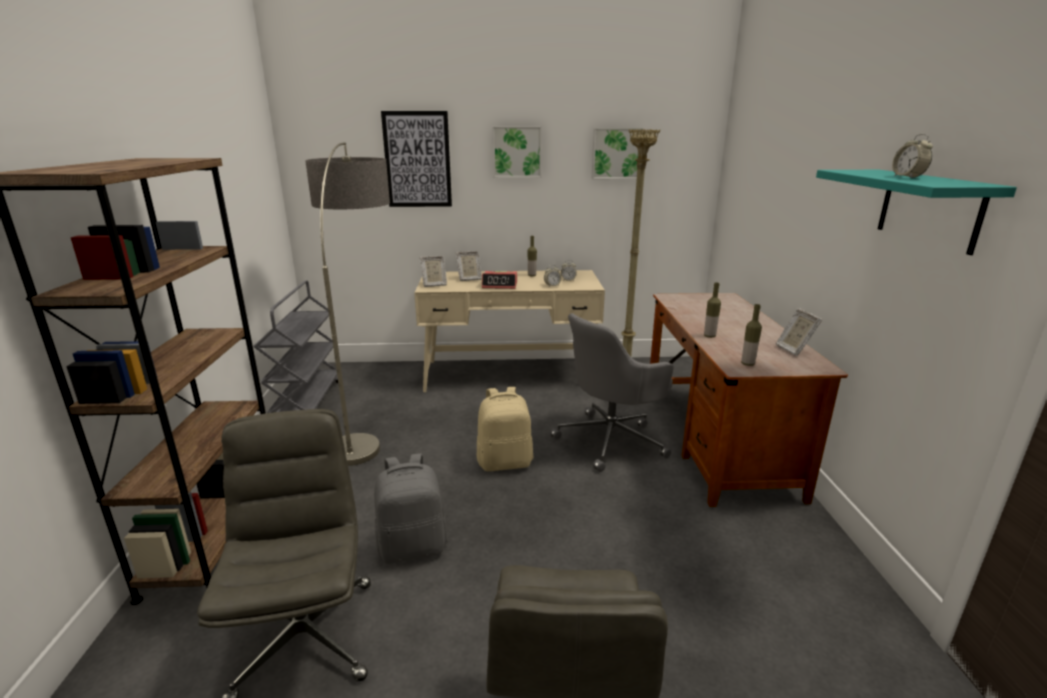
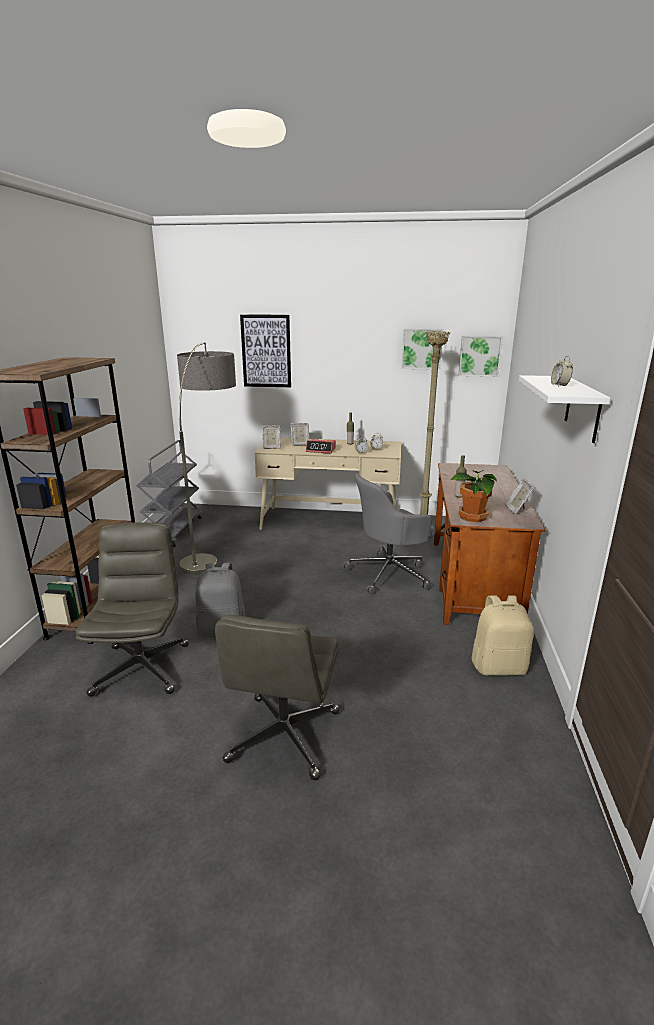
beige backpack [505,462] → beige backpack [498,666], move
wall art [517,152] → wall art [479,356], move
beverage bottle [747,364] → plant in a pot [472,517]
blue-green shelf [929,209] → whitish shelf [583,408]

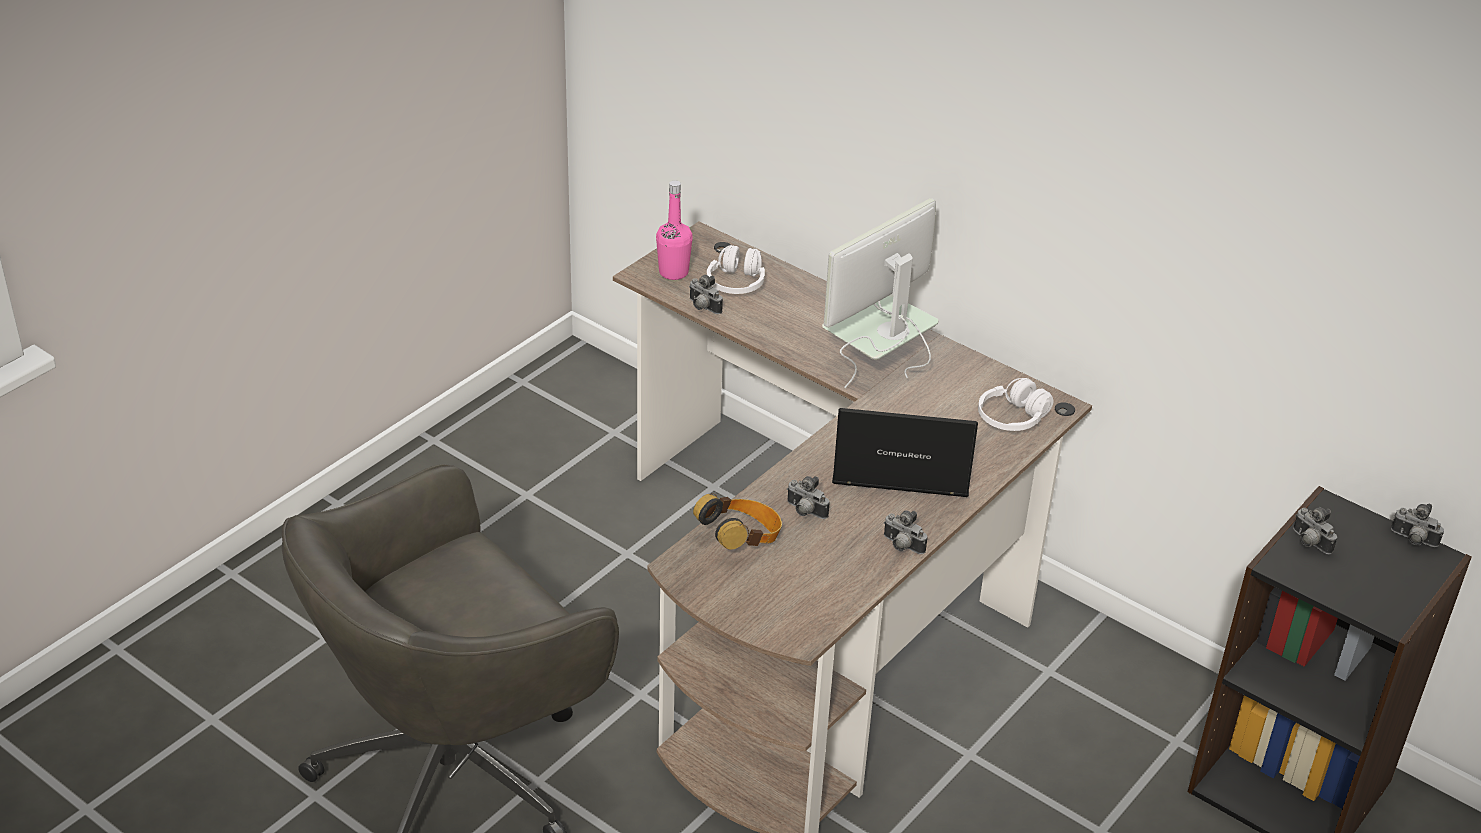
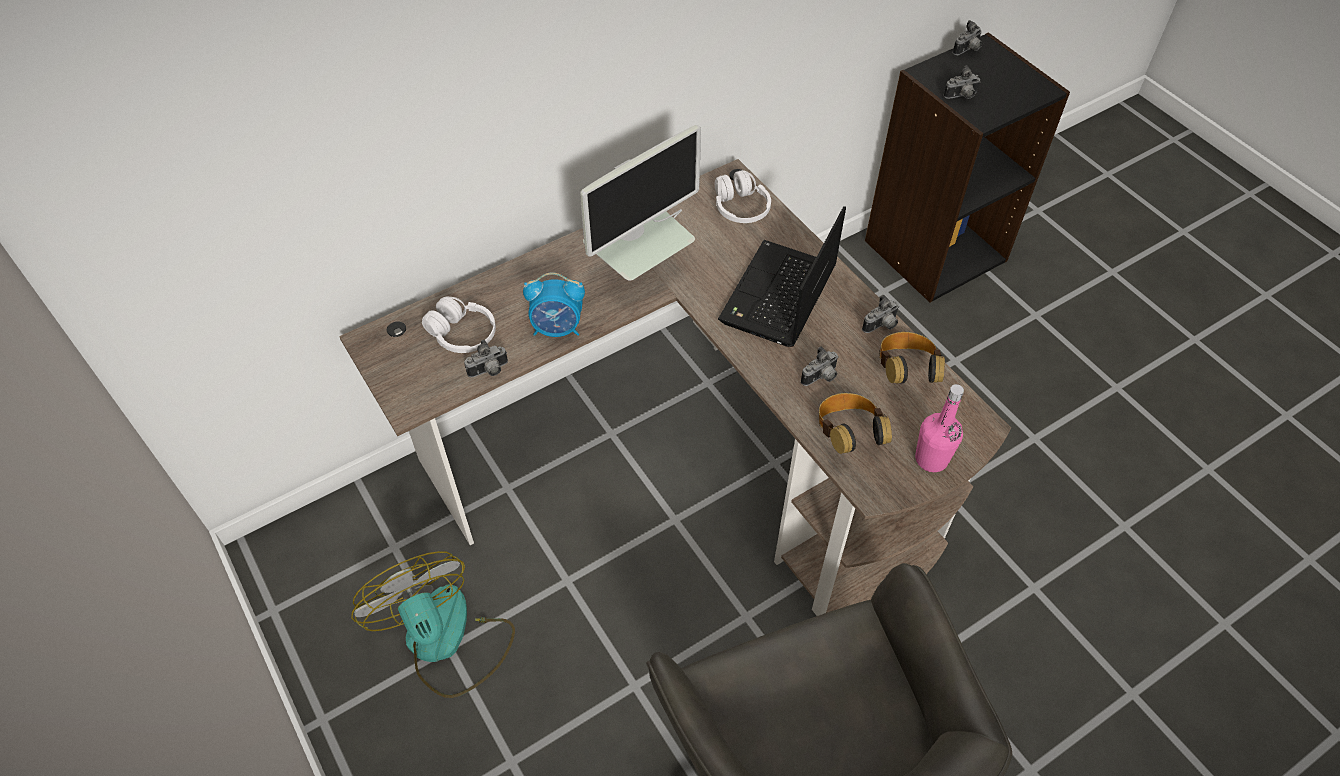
pinkish beverage bottle [673,272] → pinkish beverage bottle [931,459], move
monitor [877,368] → monitor [639,271], 105 degrees counterclockwise
- → fan [446,641]
- → bedside clock [558,328]
- → pair of headphones [906,371]

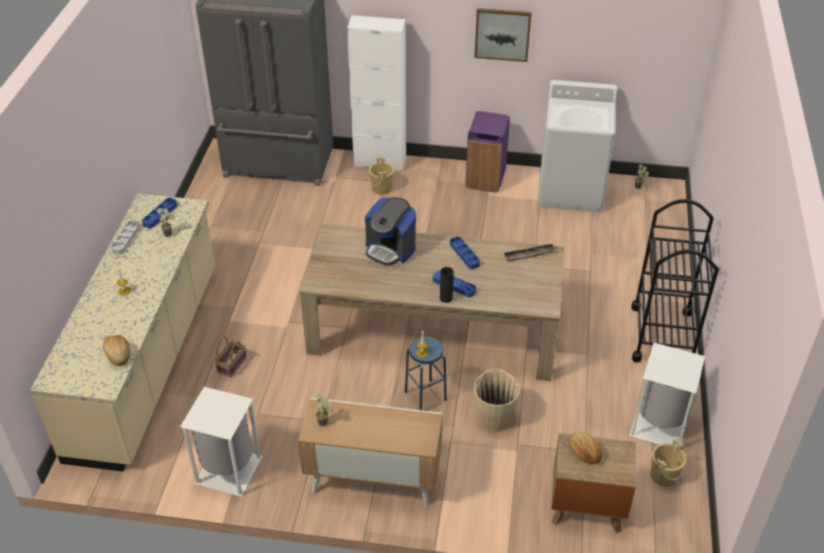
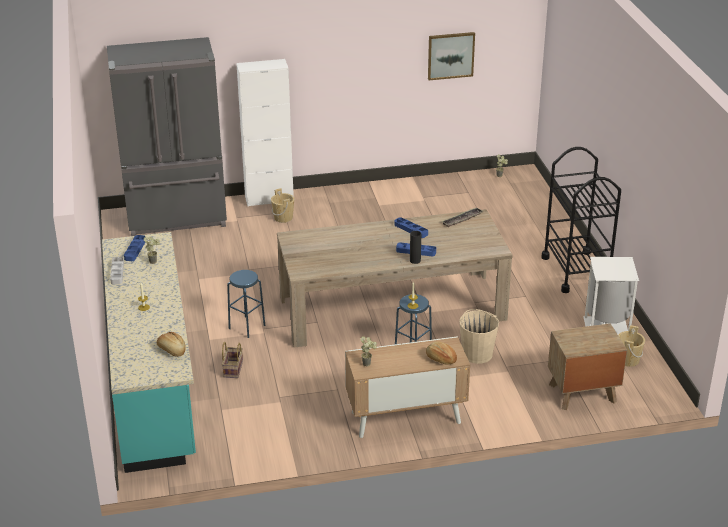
beige kitchen base unit [147,360] → blue-green kitchen base unit [153,383]
whitish trash can [227,470] → -
coffee maker [390,249] → -
purple-coloured trash can [486,179] → -
wall art [502,34] → wall art [450,55], move
whitish washing machine [571,190] → -
baked bread [584,452] → baked bread [440,359], move
- → bluish stool seat [247,327]

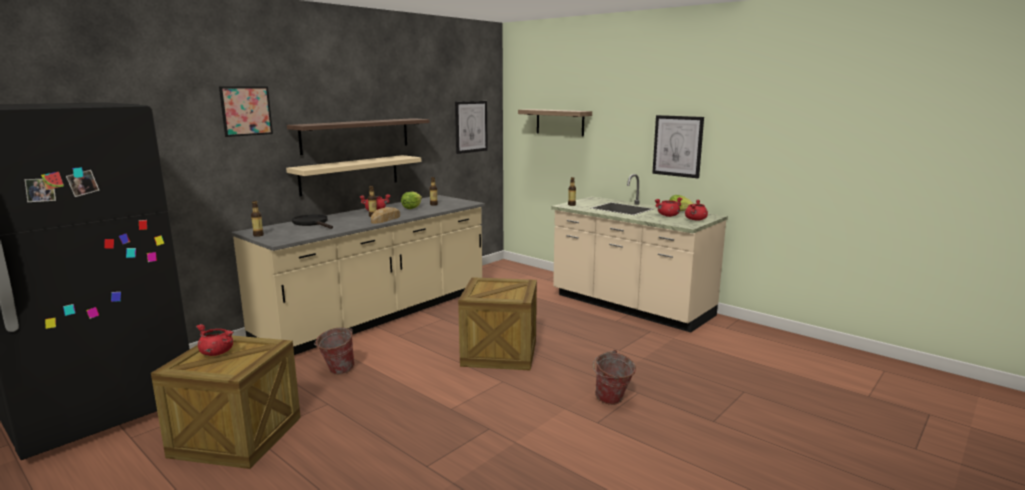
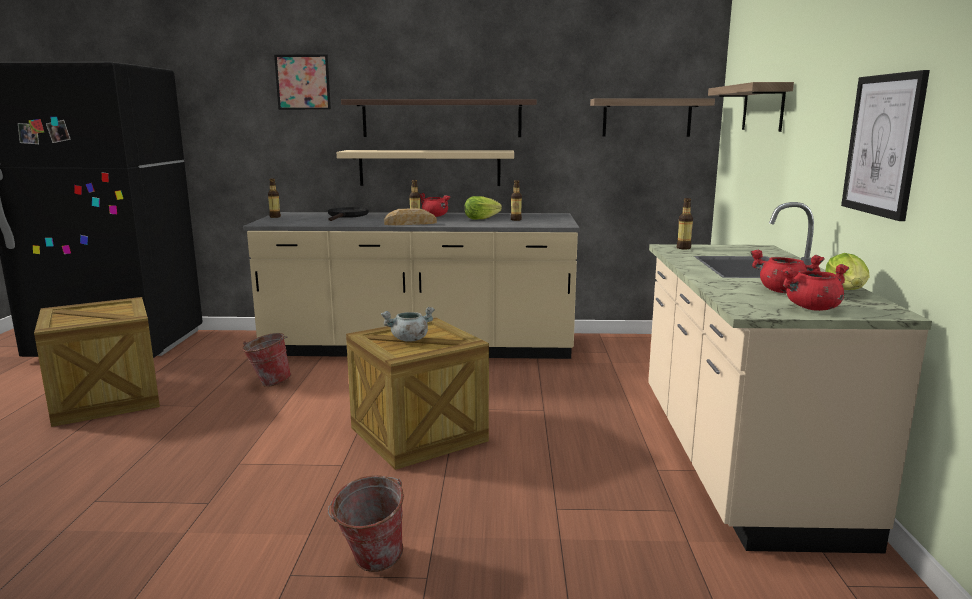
red saucepot [216,353] → -
wall art [471,126] → shelf [646,118]
- → gray saucepot [409,339]

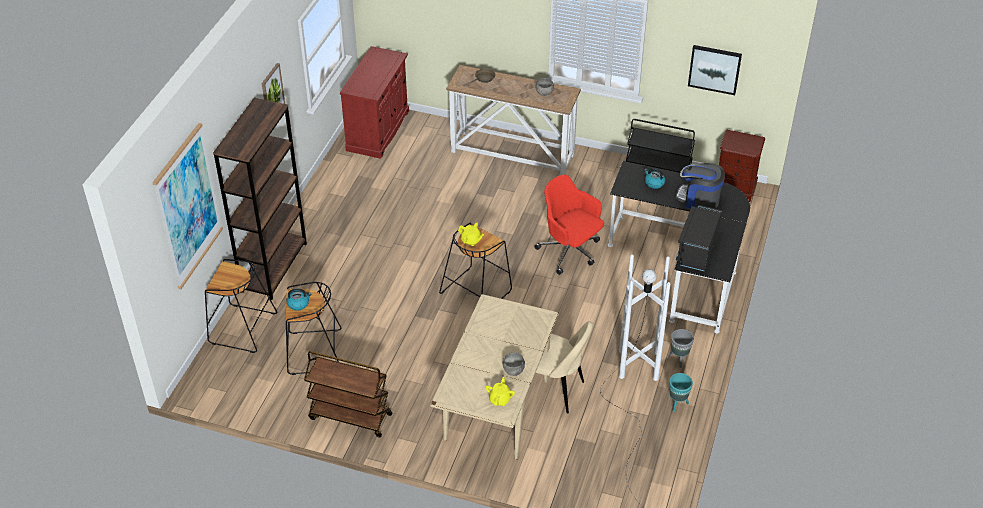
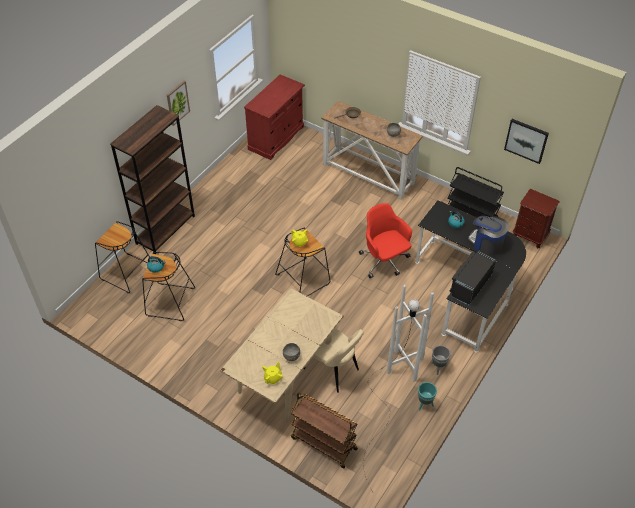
wall art [188,206] → -
brown-coloured cart [349,416] → brown-coloured cart [323,443], move

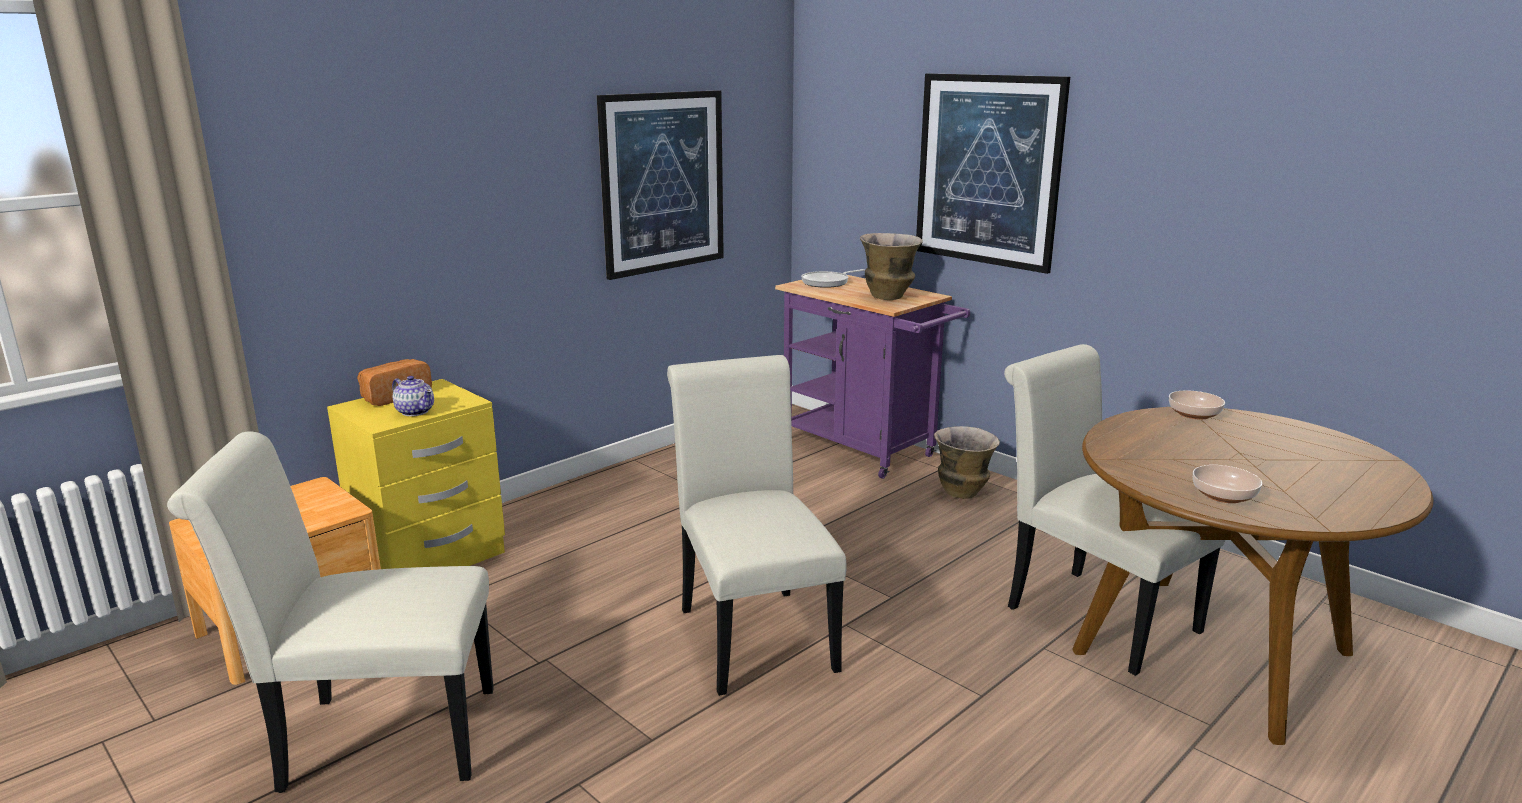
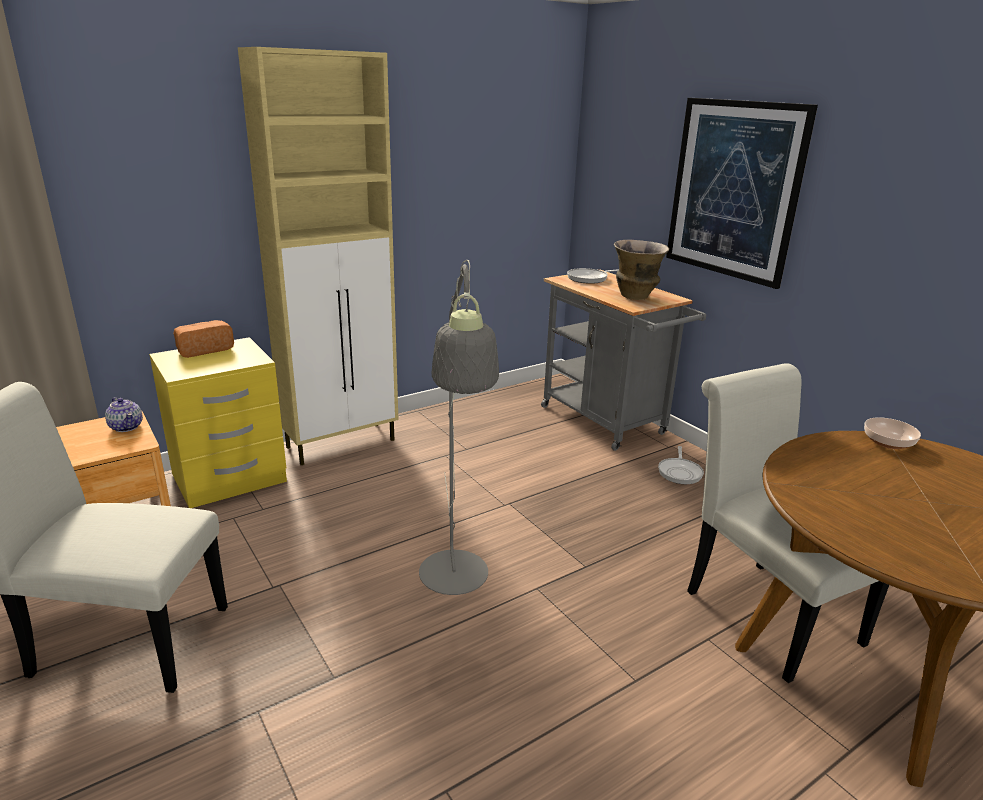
teapot [415,411] → teapot [126,427], move
wall art [663,182] → -
whitish chair [752,632] → gray standing lamp [455,584]
purple-coloured cart [865,451] → gray cart [608,423]
decorative vase [962,493] → pan [680,472]
serving bowl [1225,495] → -
- → beige cupboard [342,443]

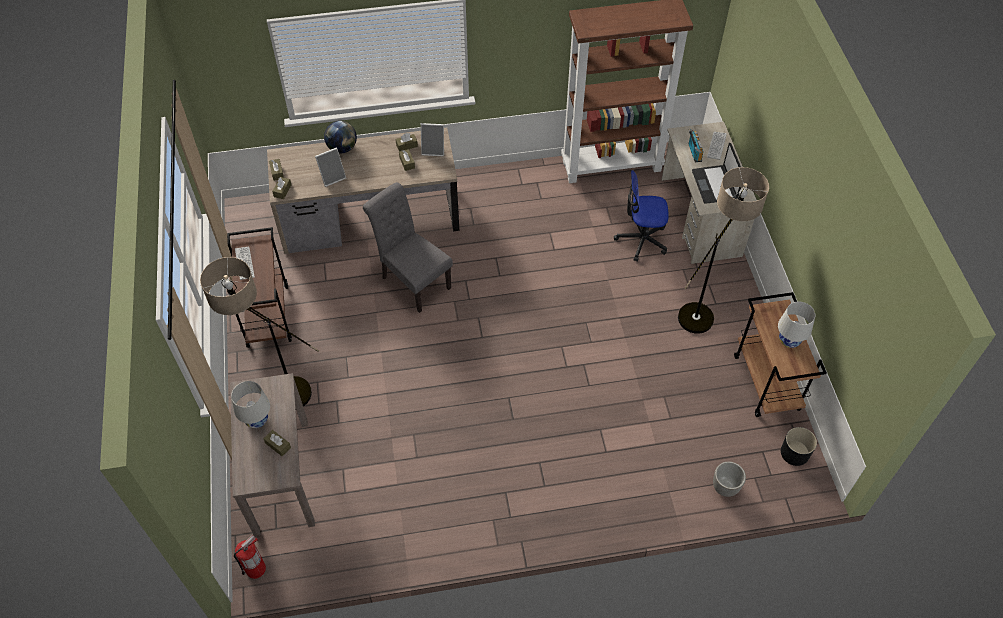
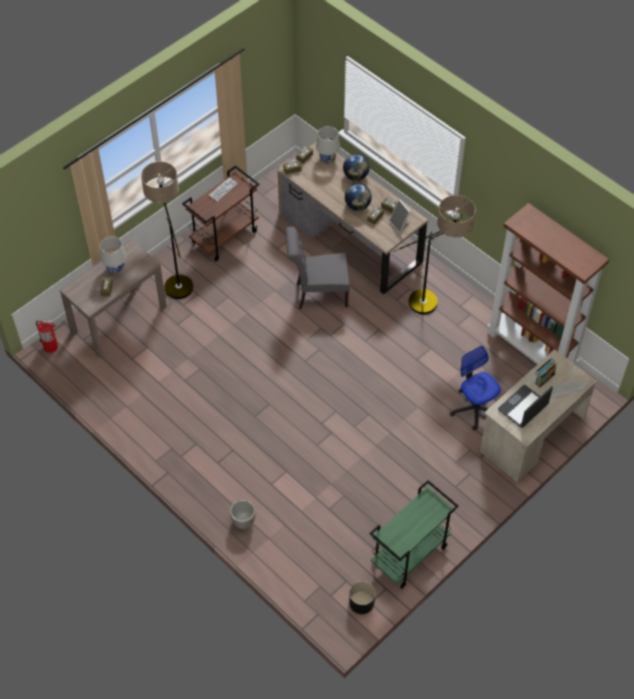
picture frame [332,177] → -
gray chair [412,281] → gray chair [318,294], 105 degrees counterclockwise
standing lamp [704,310] → standing lamp [434,303], move
planter [725,487] → planter [243,521], move
brown-coloured cart [767,383] → green-coloured cart [409,556]
whitish tabletop lamp [789,340] → whitish tabletop lamp [328,158], move
- → globe [357,206]

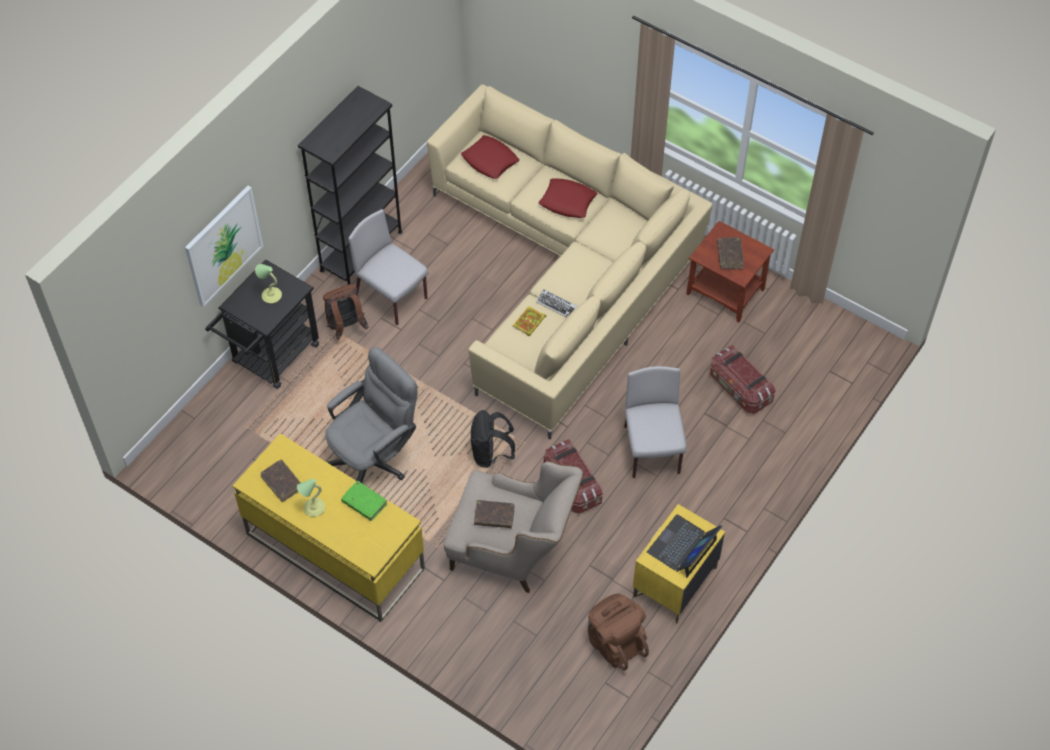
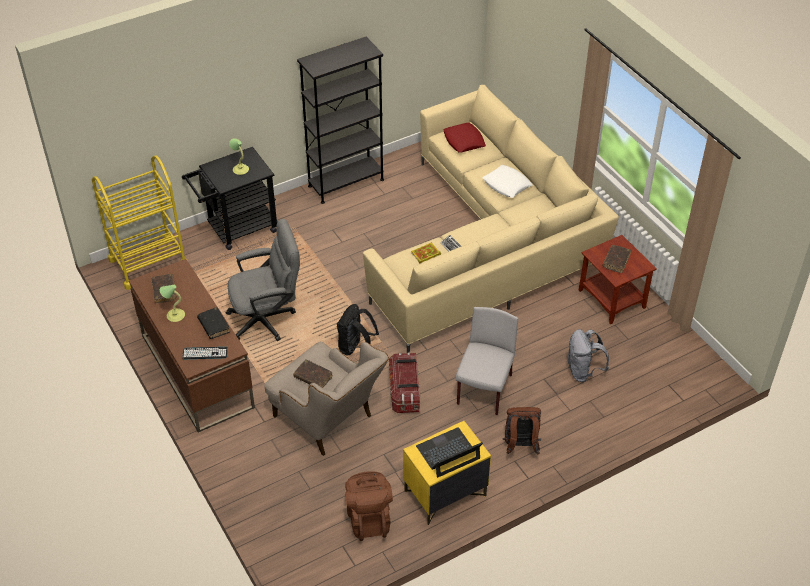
wall art [223,245] → -
yellow desk unit [334,551] → brown-coloured desk unit [197,371]
brown-coloured backpack [346,327] → brown-coloured backpack [520,446], move
green-coloured book [364,503] → black-coloured book [214,326]
gray chair [392,297] → -
red throw pillow [567,201] → whitish throw pillow [507,185]
storage bin [739,389] → gray backpack [583,371]
- → yellow cart [148,262]
- → PC keyboard [205,353]

